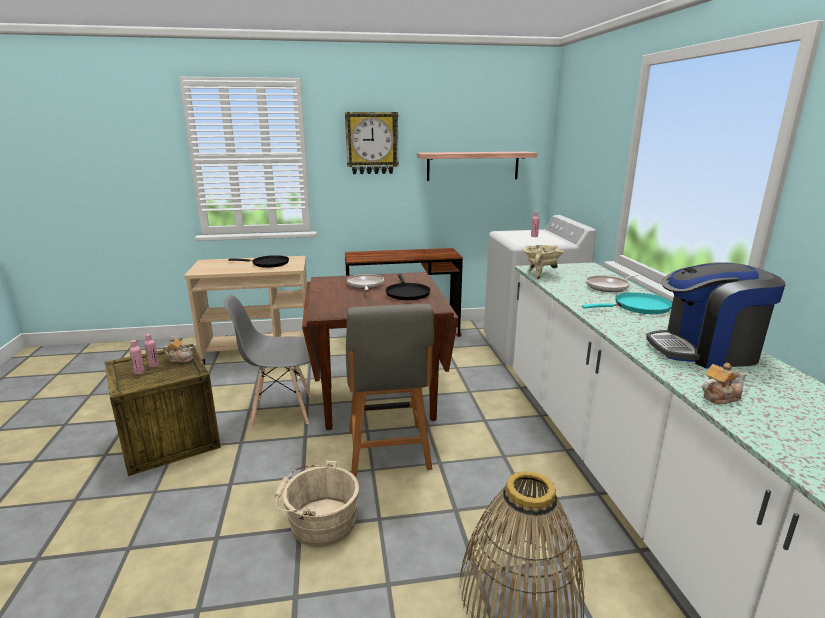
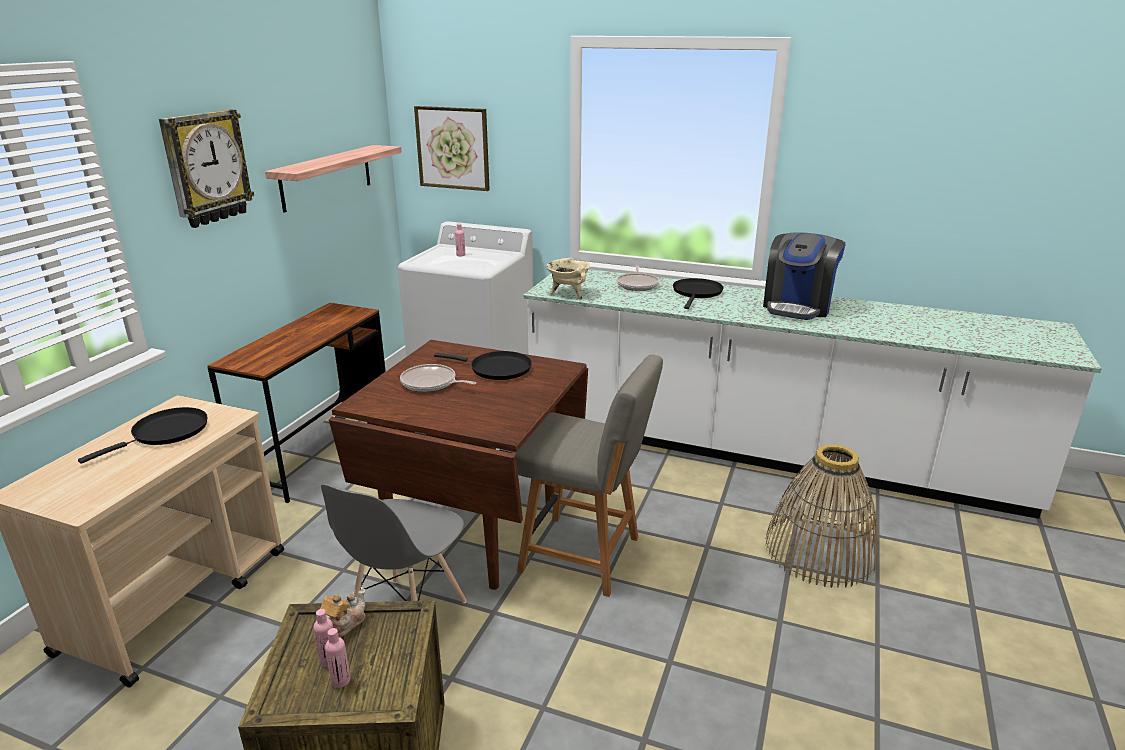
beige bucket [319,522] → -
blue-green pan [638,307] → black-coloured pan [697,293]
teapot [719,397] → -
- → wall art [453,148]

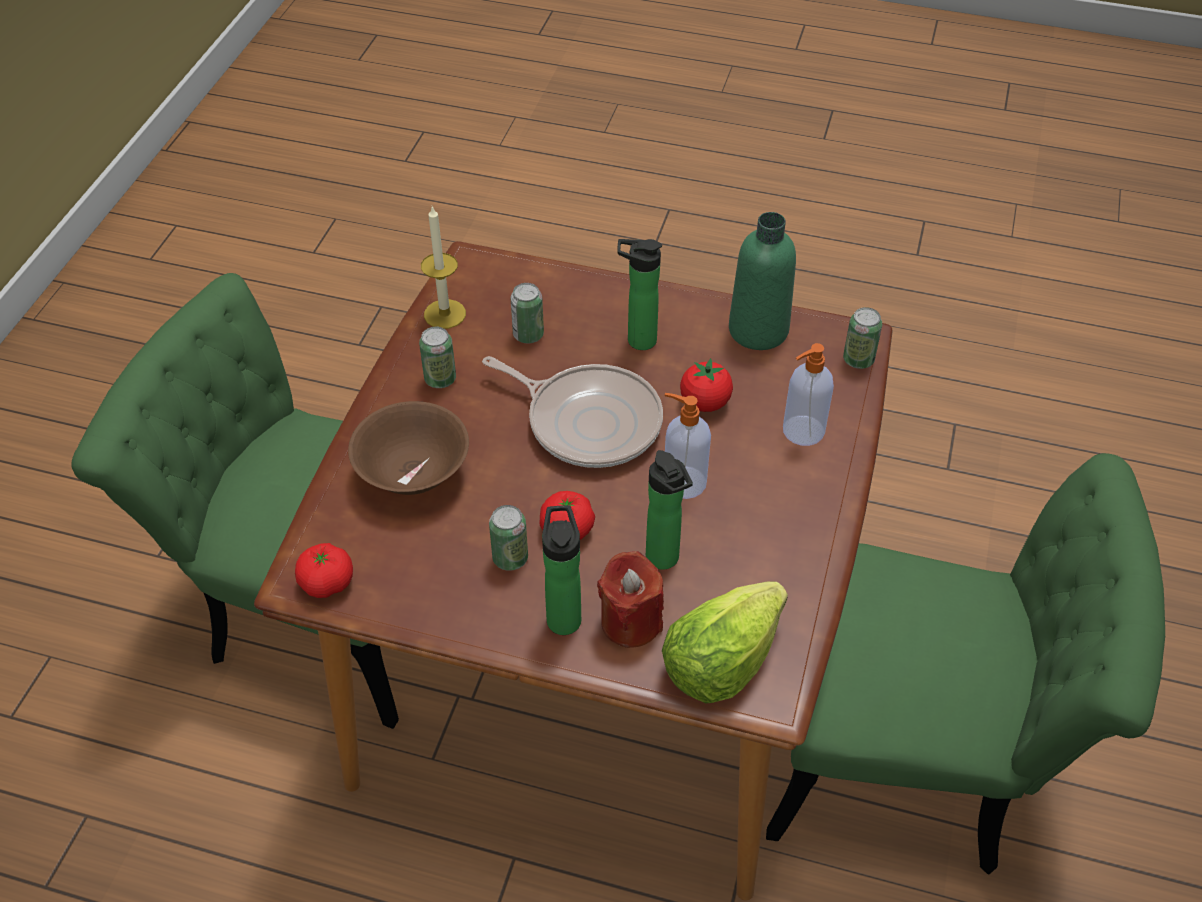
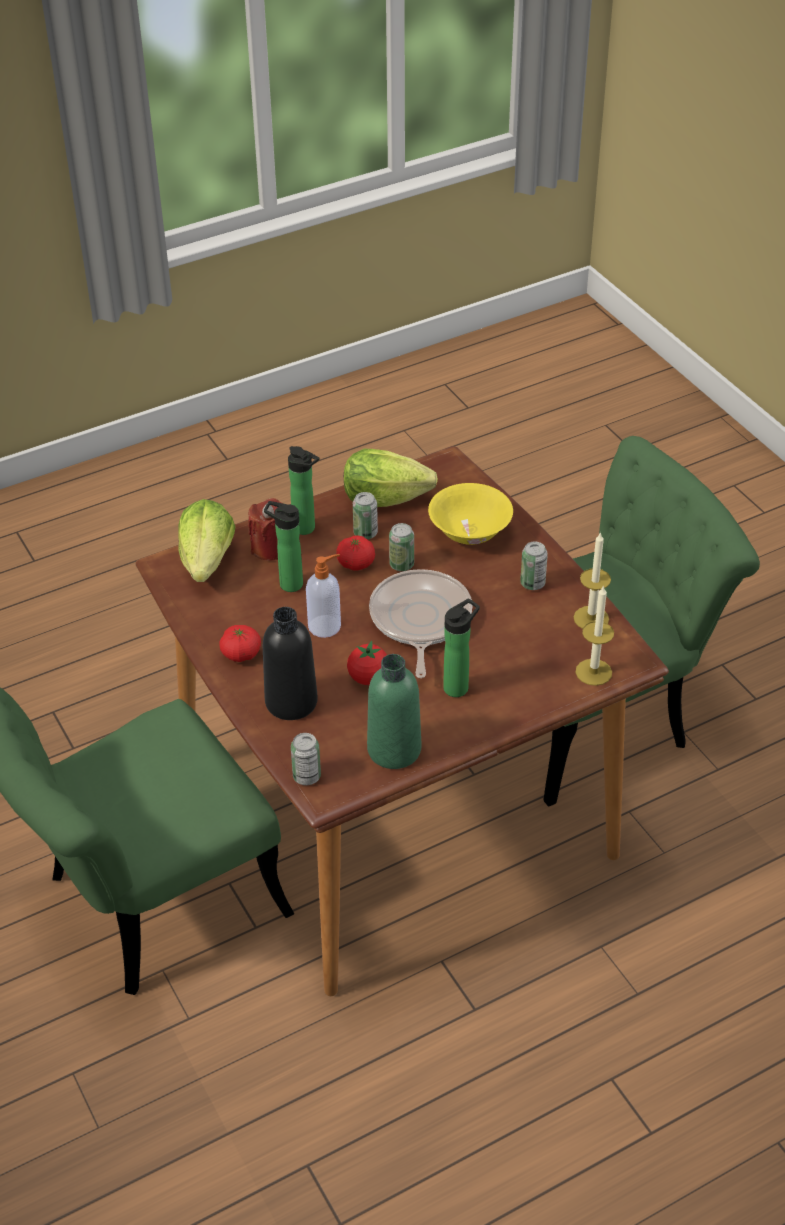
fresh tomato [327,582] → fresh tomato [241,653], move
brown-coloured serving bowl [412,473] → yellow serving bowl [470,533]
pan [588,421] → pan [419,620], 105 degrees clockwise
can [528,335] → can [401,565], move
soap dispenser [802,431] → black-coloured beverage bottle [291,702]
- → lettuce [384,498]
- → wax light [593,672]

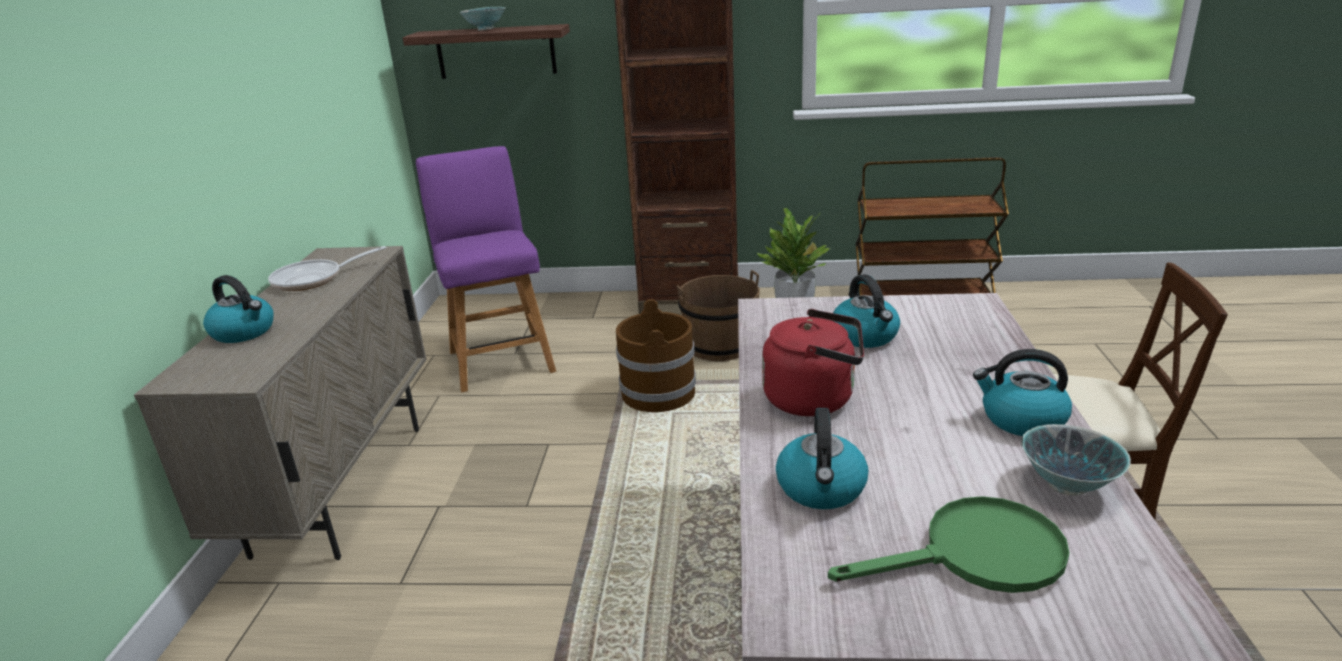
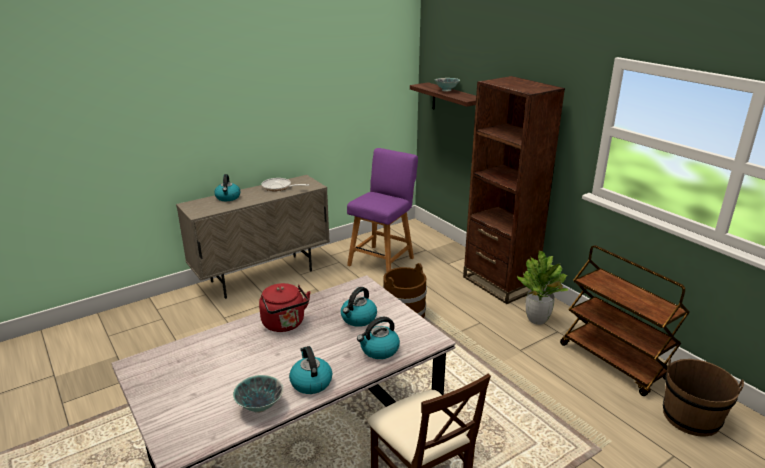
brown-coloured bucket [720,346] → brown-coloured bucket [691,417], move
tea kettle [821,488] → tea kettle [379,350], move
green-coloured pan [976,556] → -

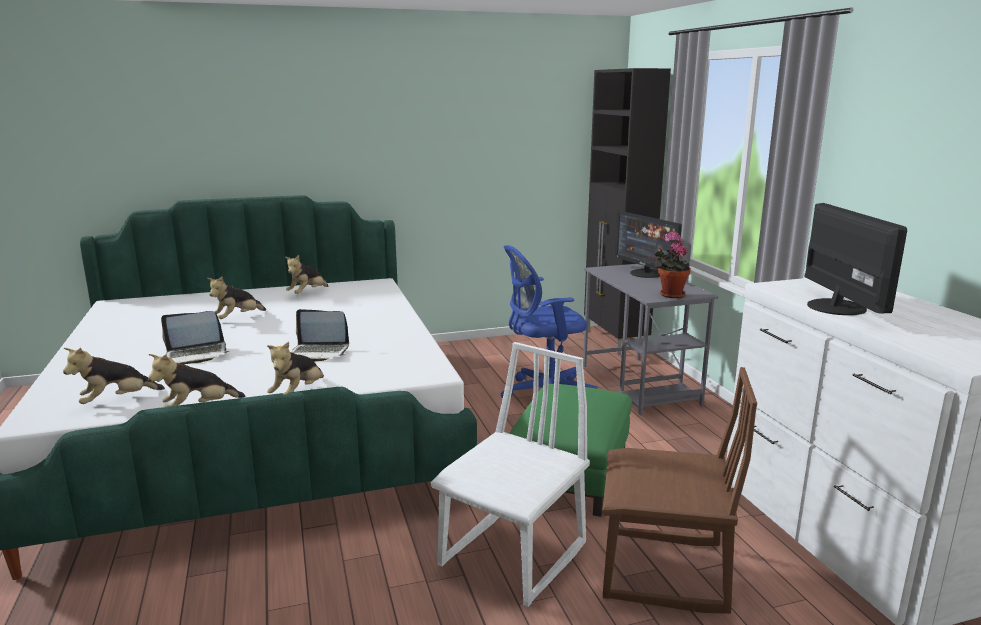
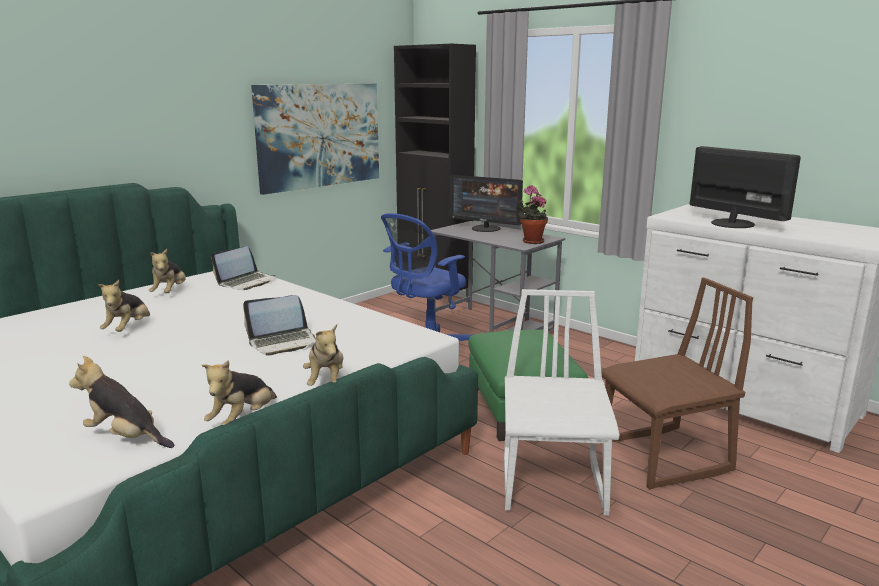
plush toy [116,401] → plush toy [126,437], 90 degrees clockwise
portable computer [197,354] → portable computer [246,282], move
- → wall art [319,135]

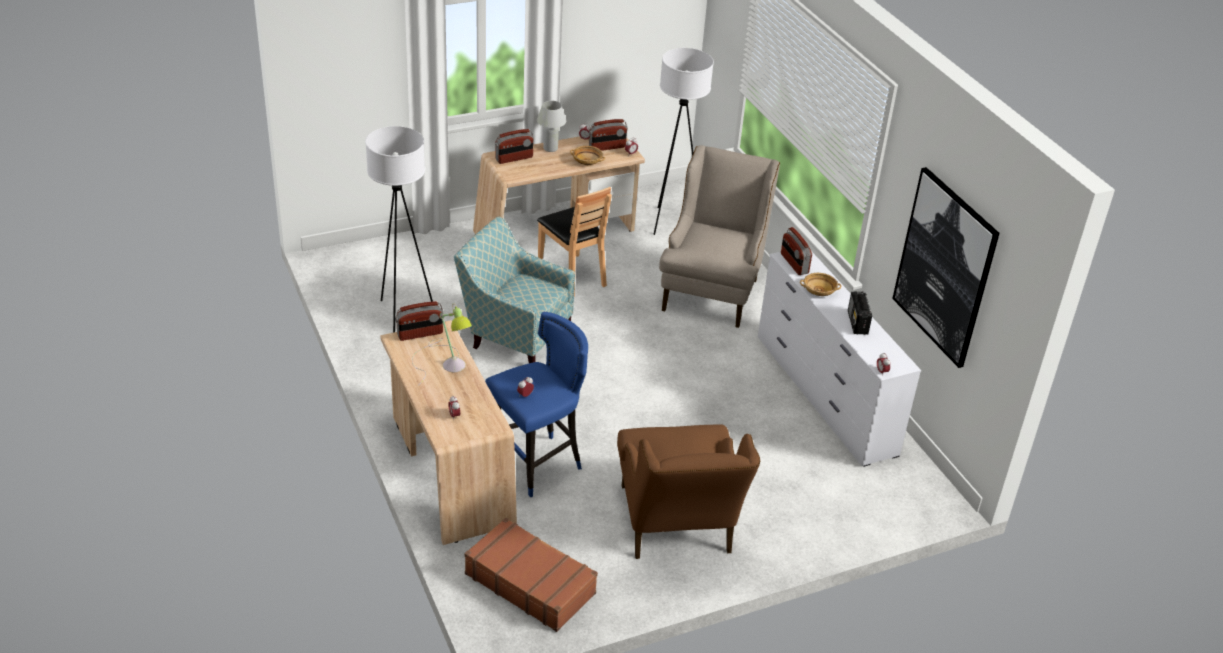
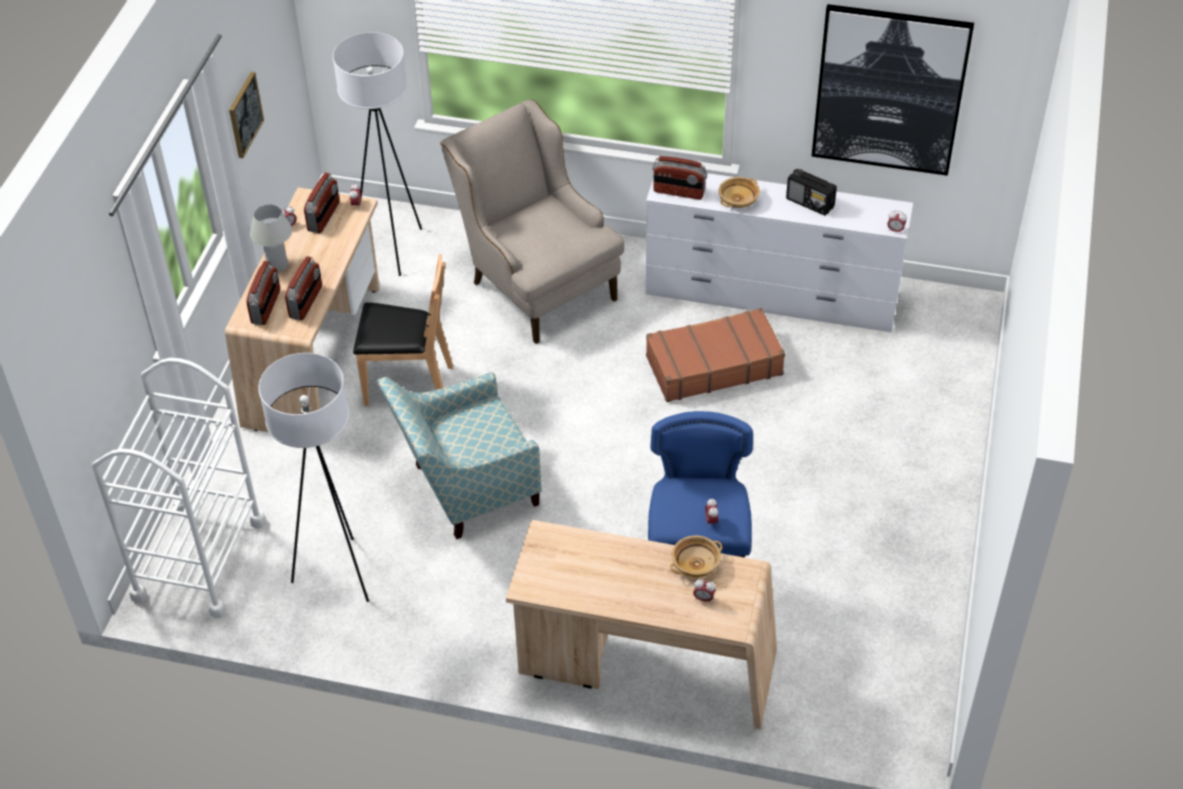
radio receiver [420,334] → radio receiver [306,302], move
tabletop lamp [445,362] → -
brown-coloured piece of luggage [530,583] → brown-coloured piece of luggage [713,365], move
beige serving bowl [587,161] → beige serving bowl [696,564], move
brown-coloured lounge chair [677,529] → -
- → whitish cart [199,559]
- → wall art [244,114]

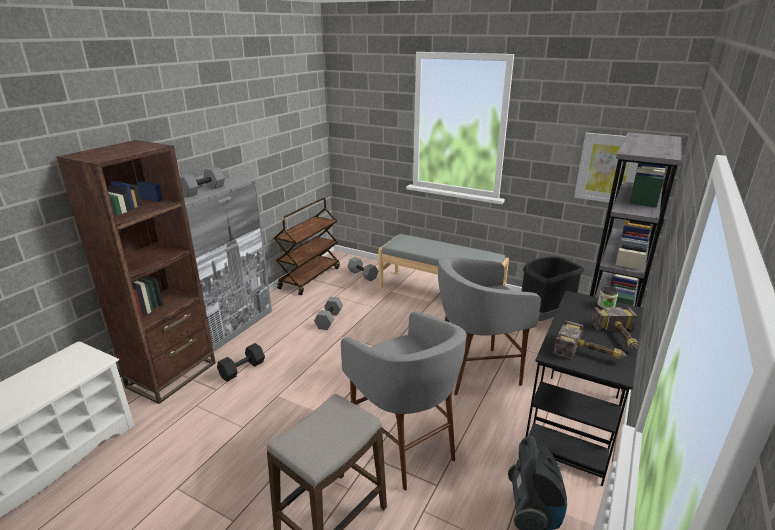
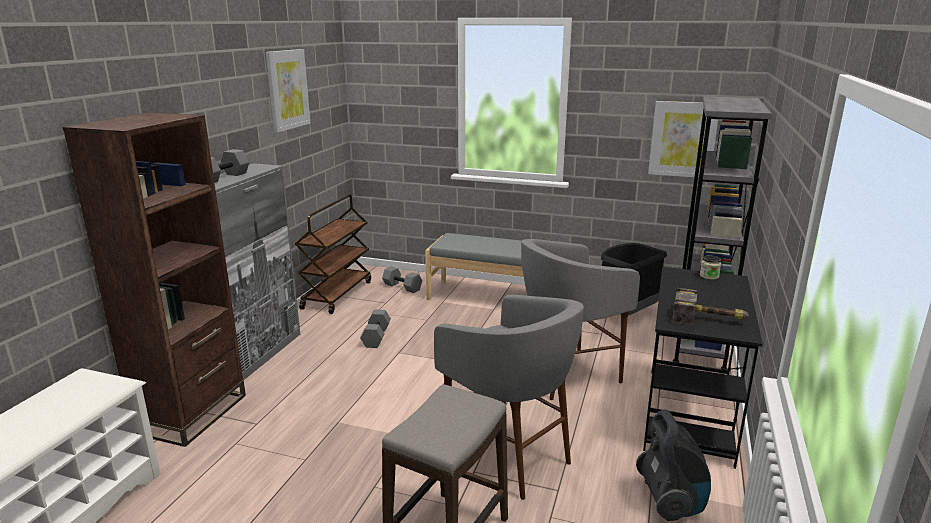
black-coloured free weight [242,369] → -
hand hammer [621,338] → -
- → wall art [287,89]

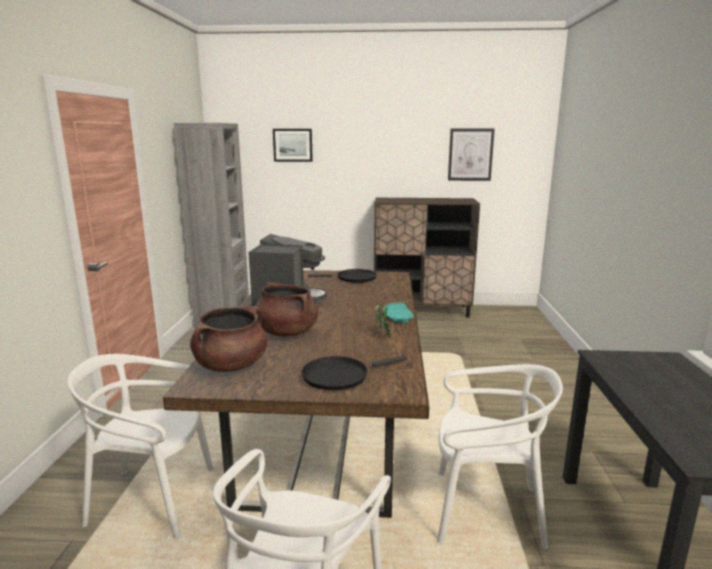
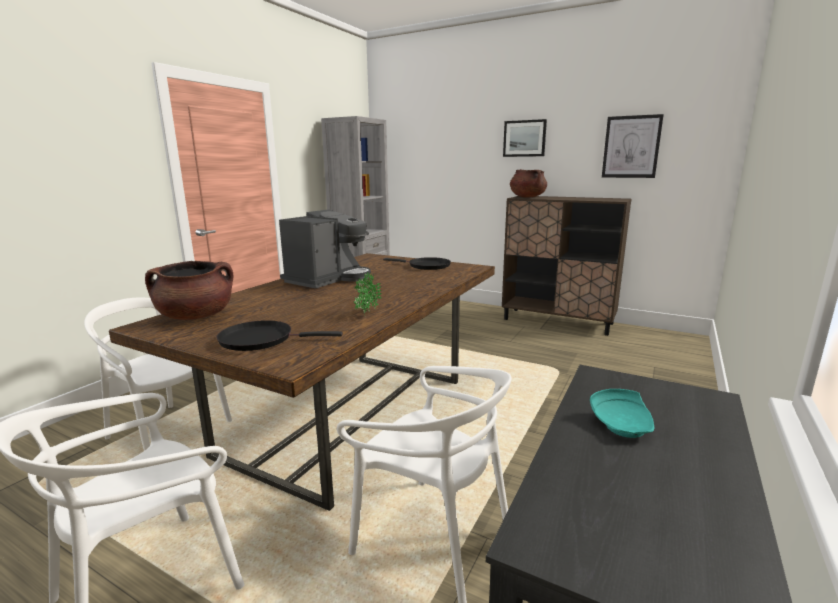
brown-coloured saucepot [286,332] → brown-coloured saucepot [527,197], move
wall art [293,145] → wall art [524,138], move
blue-green flat dish [399,319] → blue-green flat dish [622,424], move

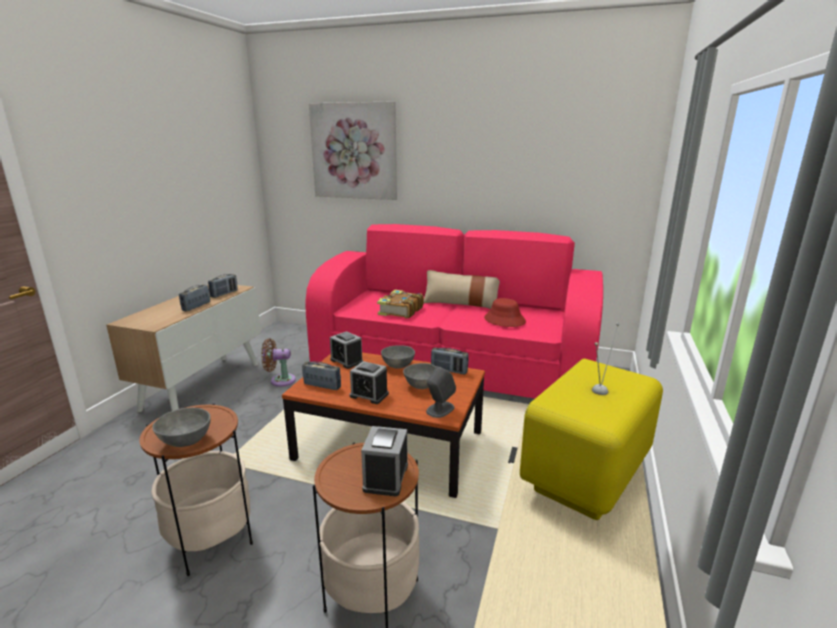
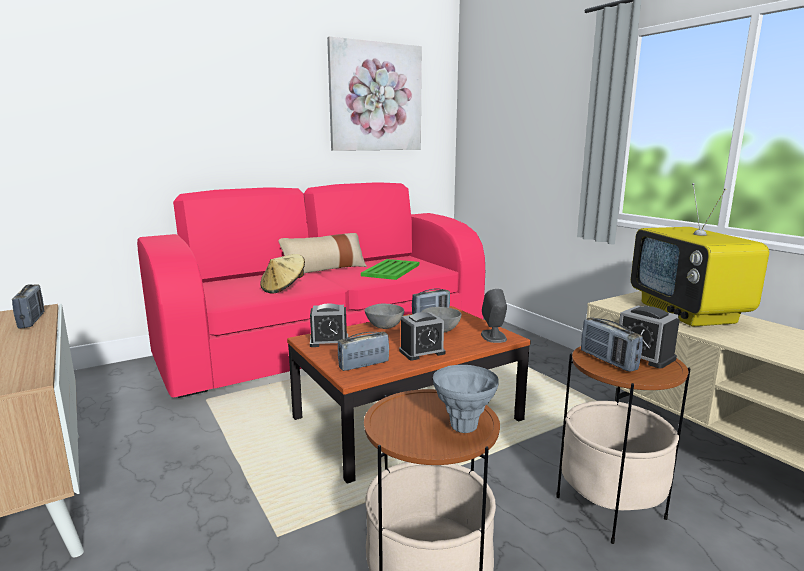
gray serving bowl [185,440] → gray decorative vase [463,427]
radio receiver [196,306] → radio receiver [608,360], move
brown-coloured fan [280,380] → -
wall art [354,151] → wall art [375,97], move
book [400,311] → beige clothing hat [283,288]
red clothing hat [504,320] → green-coloured tray [390,270]

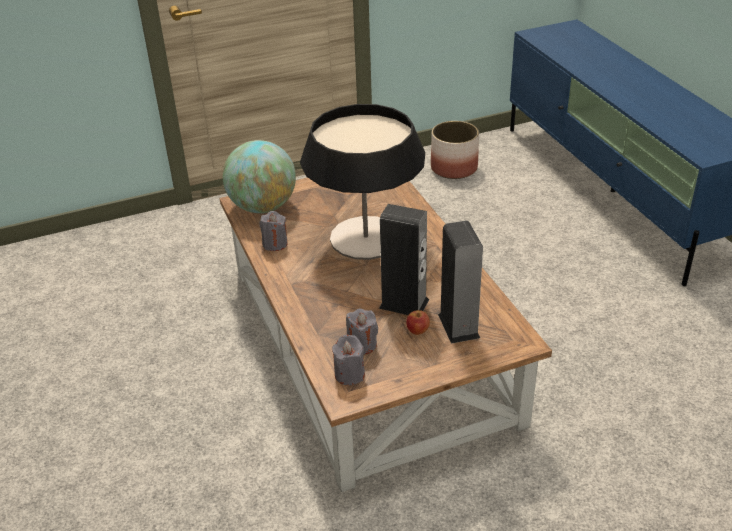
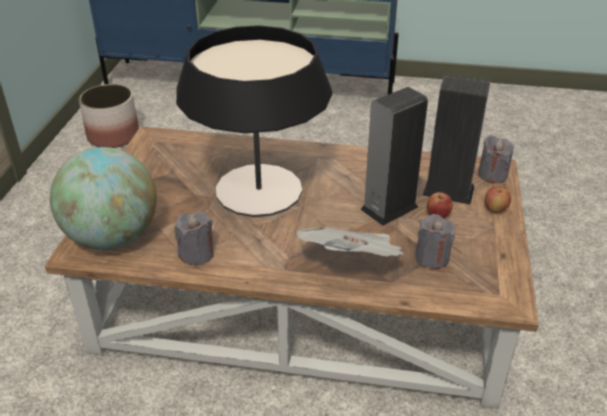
gray wax light [349,374] → gray wax light [492,175], move
- → printed paper [353,262]
- → apple fruit [495,209]

